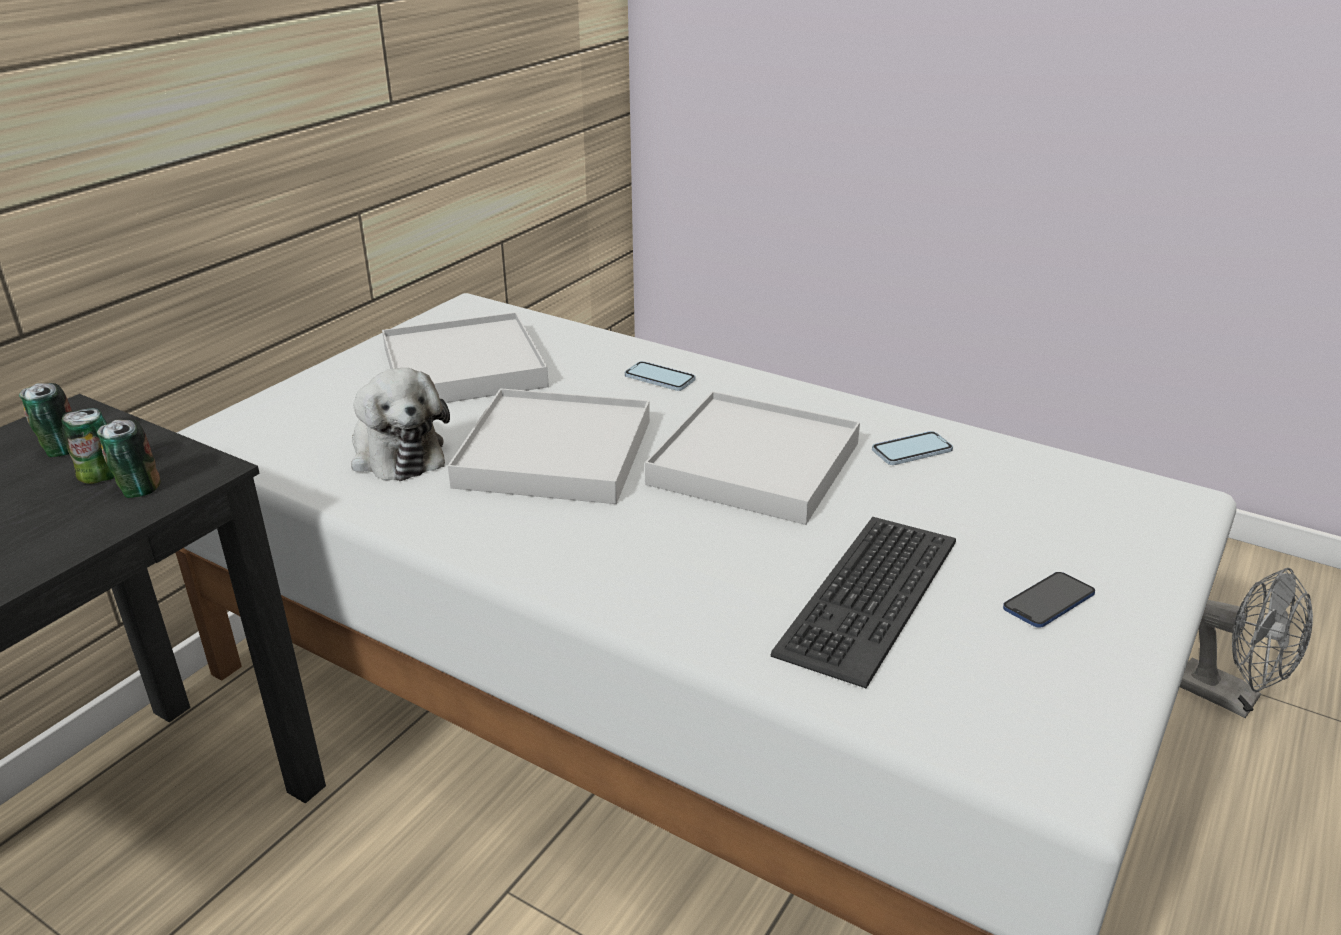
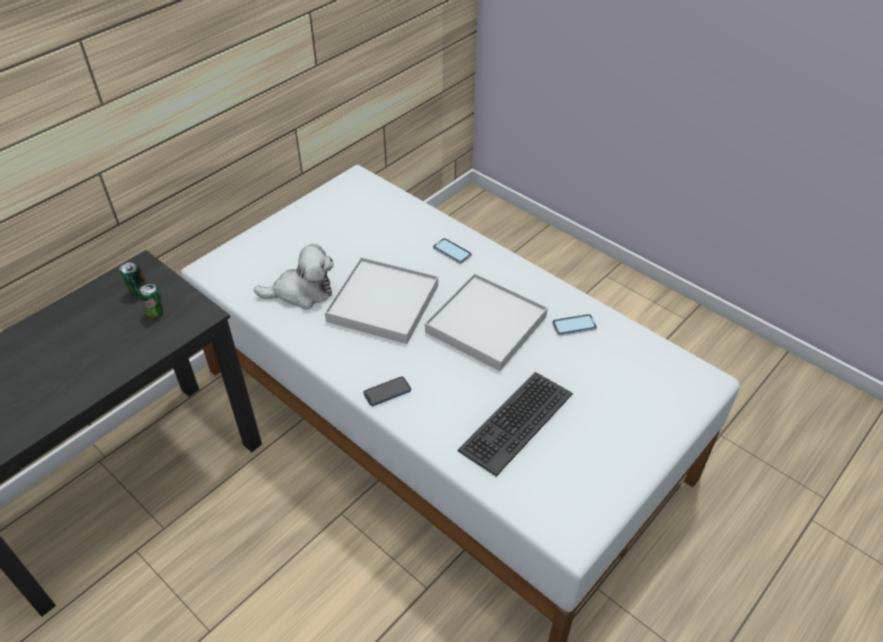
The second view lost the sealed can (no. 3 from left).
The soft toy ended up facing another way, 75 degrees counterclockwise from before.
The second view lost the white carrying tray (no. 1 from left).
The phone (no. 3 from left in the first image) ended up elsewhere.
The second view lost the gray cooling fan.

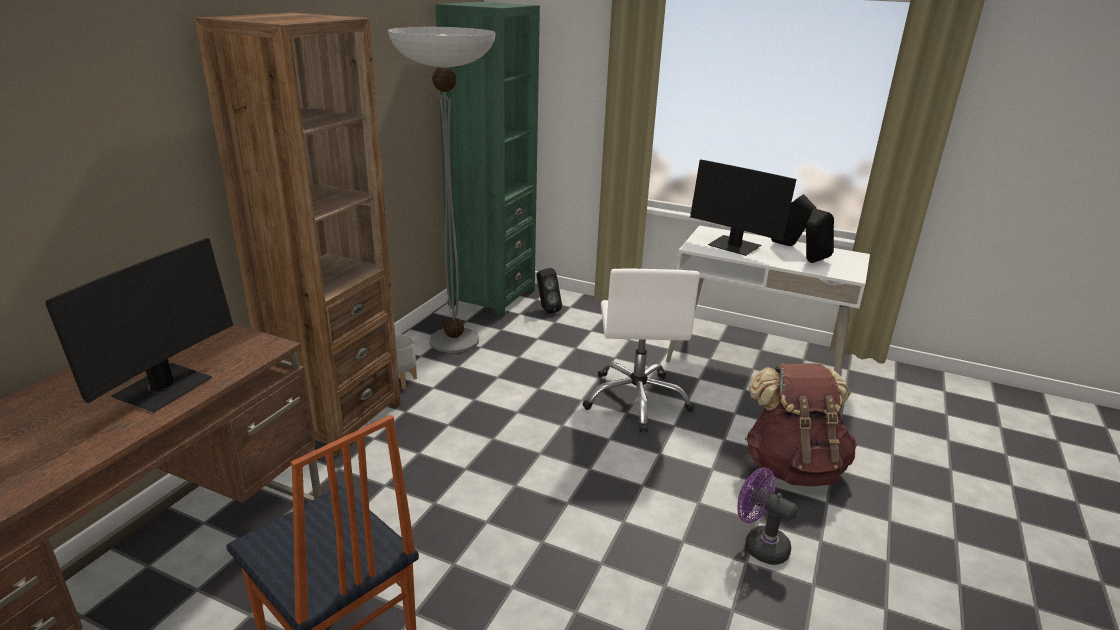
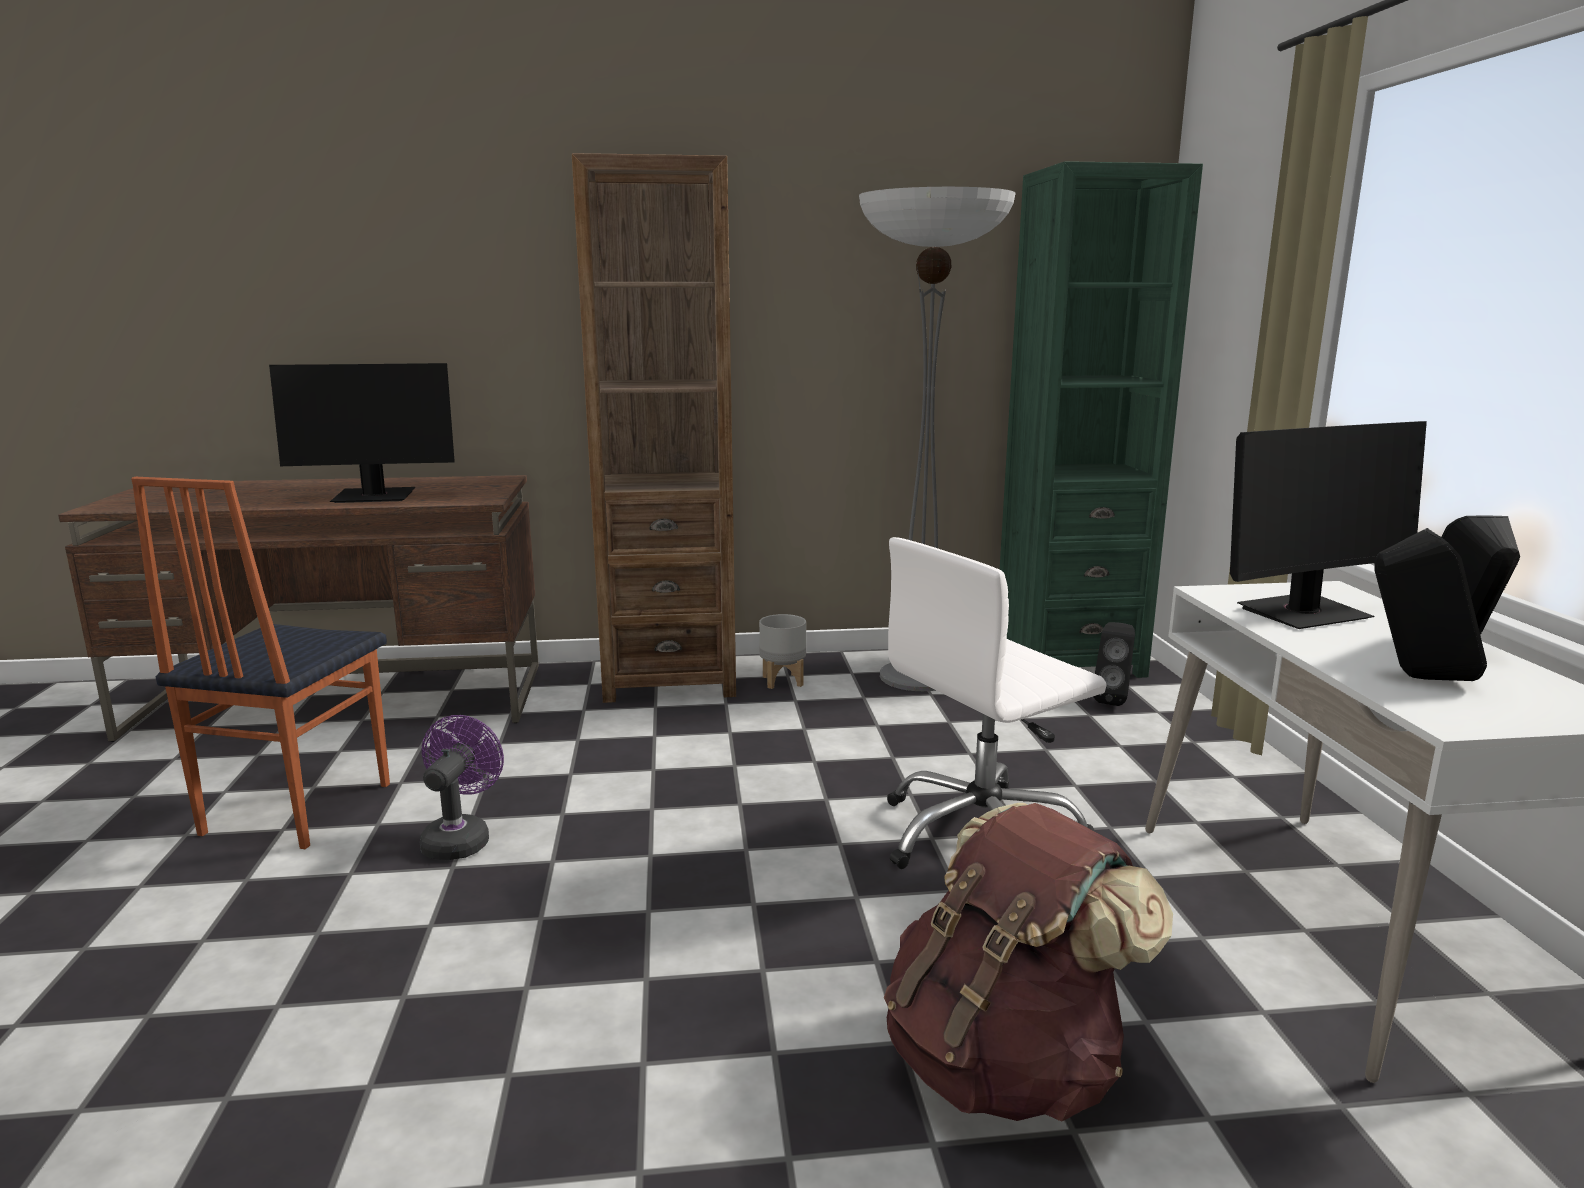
The computer display (no. 2 from left) ended up facing another way, 120 degrees counterclockwise from before.
The purple-coloured cooling fan ended up elsewhere.

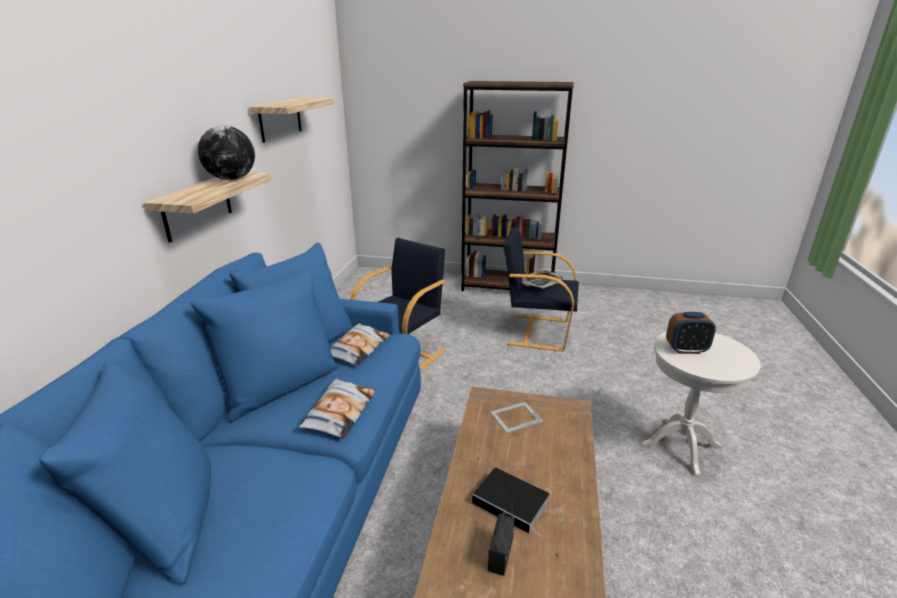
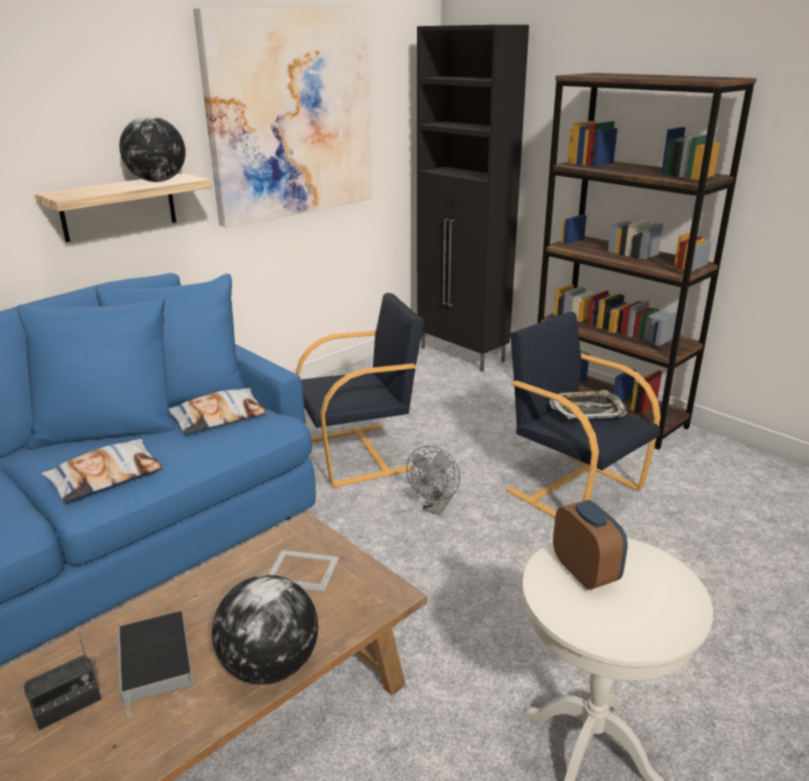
Where the wall shelf (no. 2 from left) hung, the wall picture came to hang.
The bedside clock ended up facing another way, 150 degrees counterclockwise from before.
The second view gained the desk globe (no. 2 from left).
The second view gained the gray cooling fan.
The second view gained the blackish cupboard.

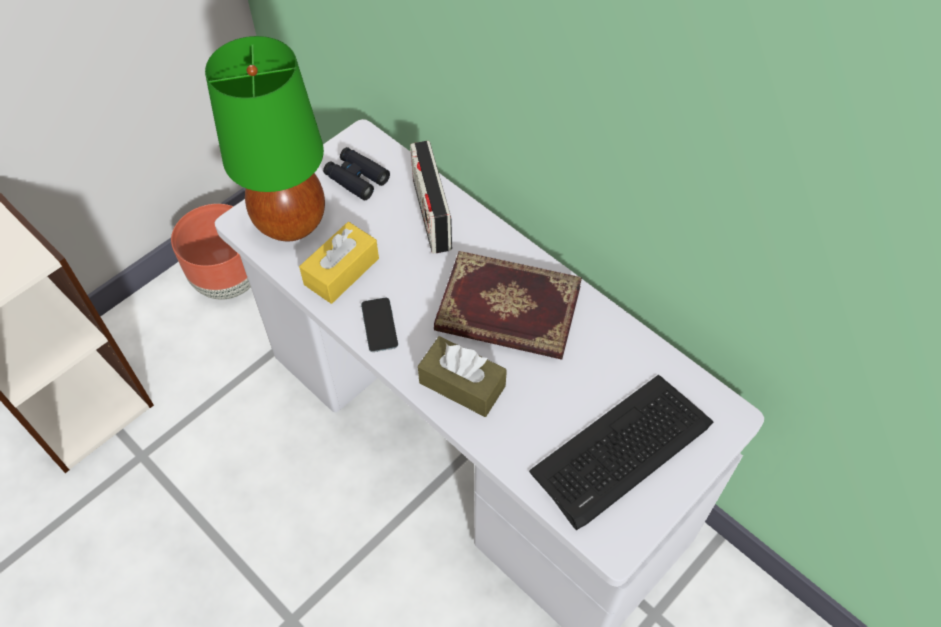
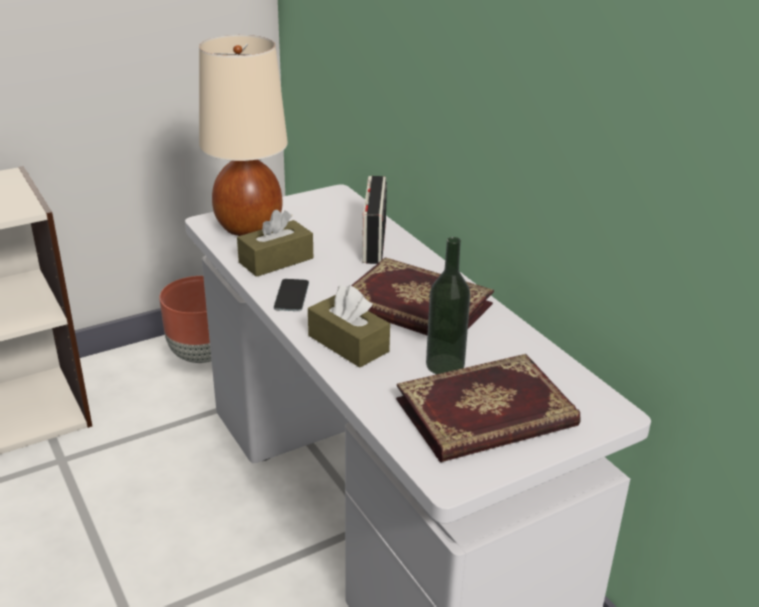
What was the greenish table lamp turned into the beige table lamp.
What was the yellowish tissue box turned into the brownish tissue box (no. 1 from left).
The second view lost the blackish binoculars.
Where the computer keyboard stood, the bound book (no. 2 from left) came to stand.
The second view gained the drink bottle.

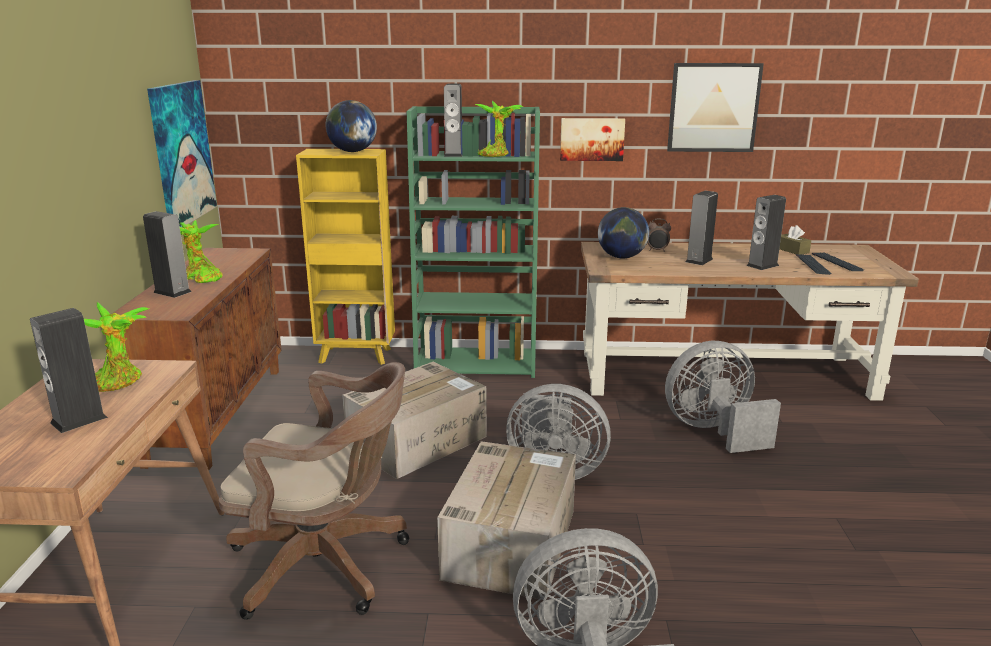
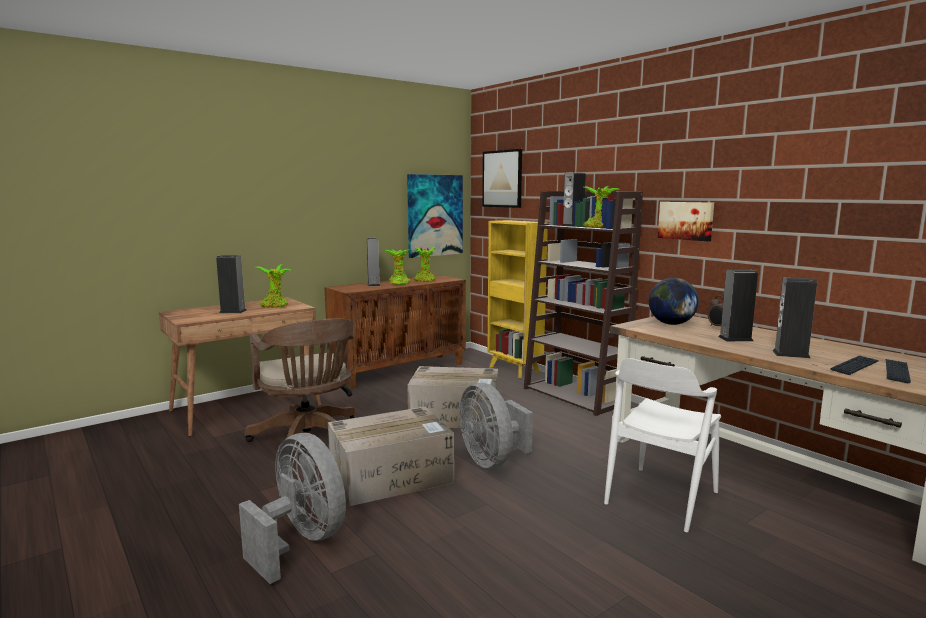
The second view lost the desk globe (no. 1 from left).
What was the greenish bookshelf turned into the brownish bookshelf.
Where the gray cooling fan (no. 3 from left) stood, the white plain chair came to stand.
The wall picture (no. 3 from left in the first image) ended up elsewhere.
The second view lost the brownish tissue box.
The second view gained the potted plant (no. 3 from left).

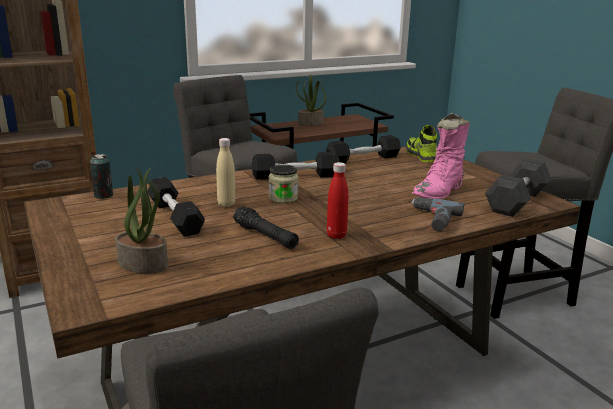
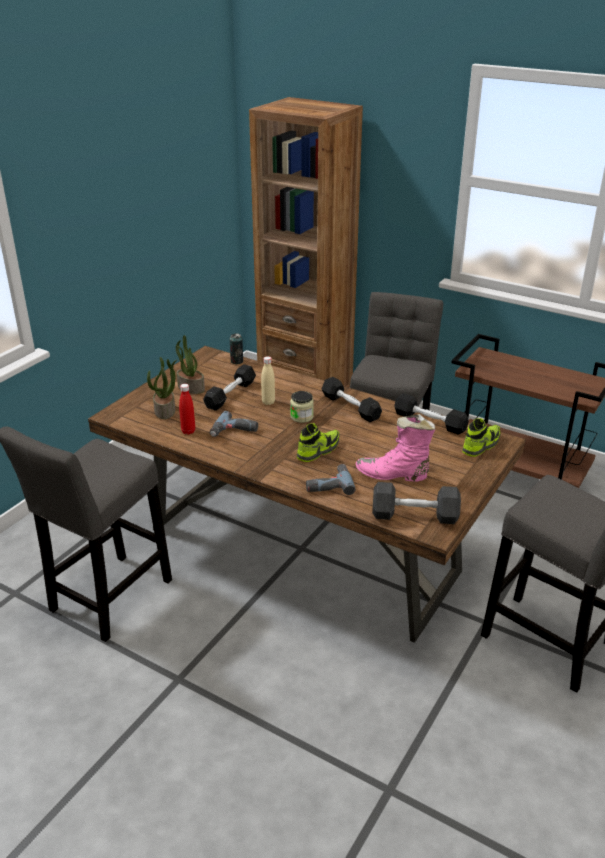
Where the blackish torch stood, the electric drill (no. 1 from left) came to stand.
The potted plant (no. 2 from left) ended up elsewhere.
The red drink bottle ended up elsewhere.
The second view gained the low shoe (no. 1 from left).

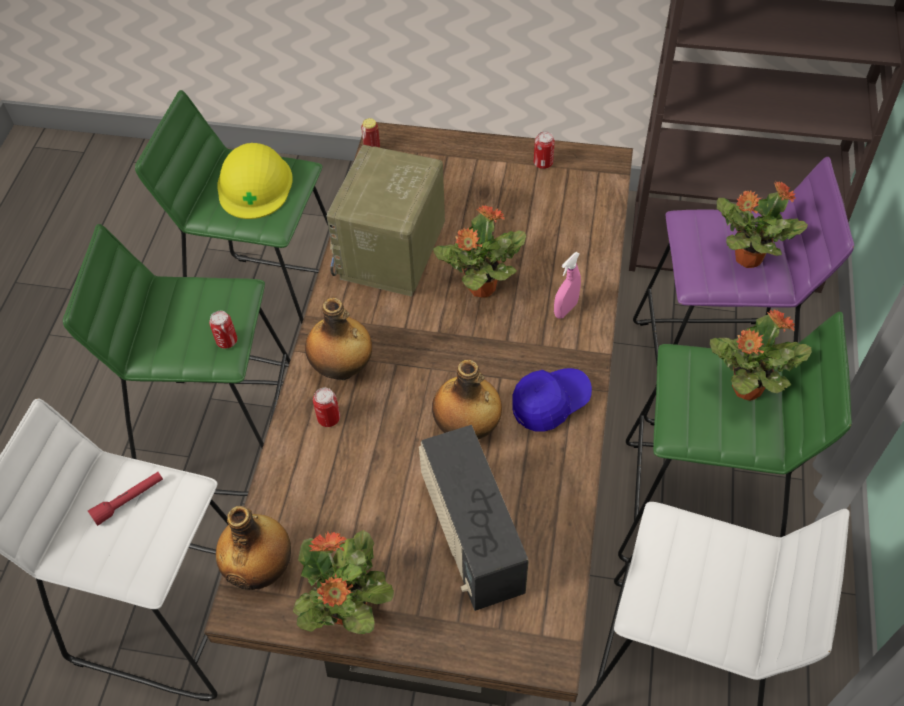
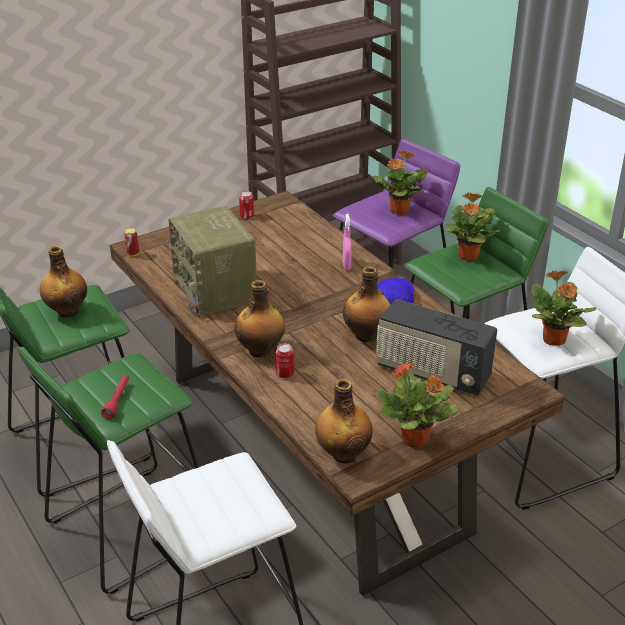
The red torch ended up elsewhere.
The second view lost the sealed can (no. 1 from left).
Where the yellowish work helmet stood, the drink bottle (no. 1 from left) came to stand.
The potted plant (no. 2 from left in the first image) ended up elsewhere.

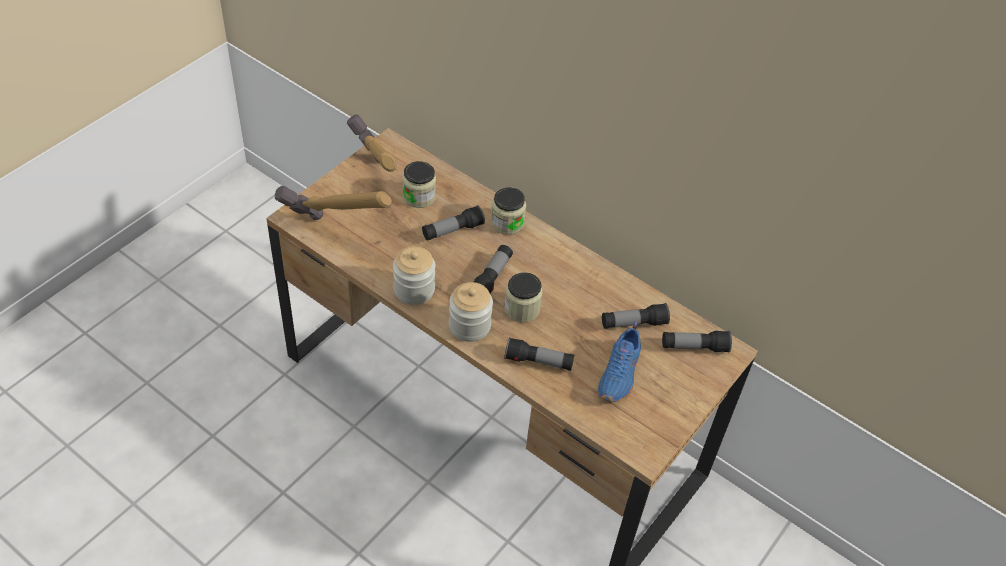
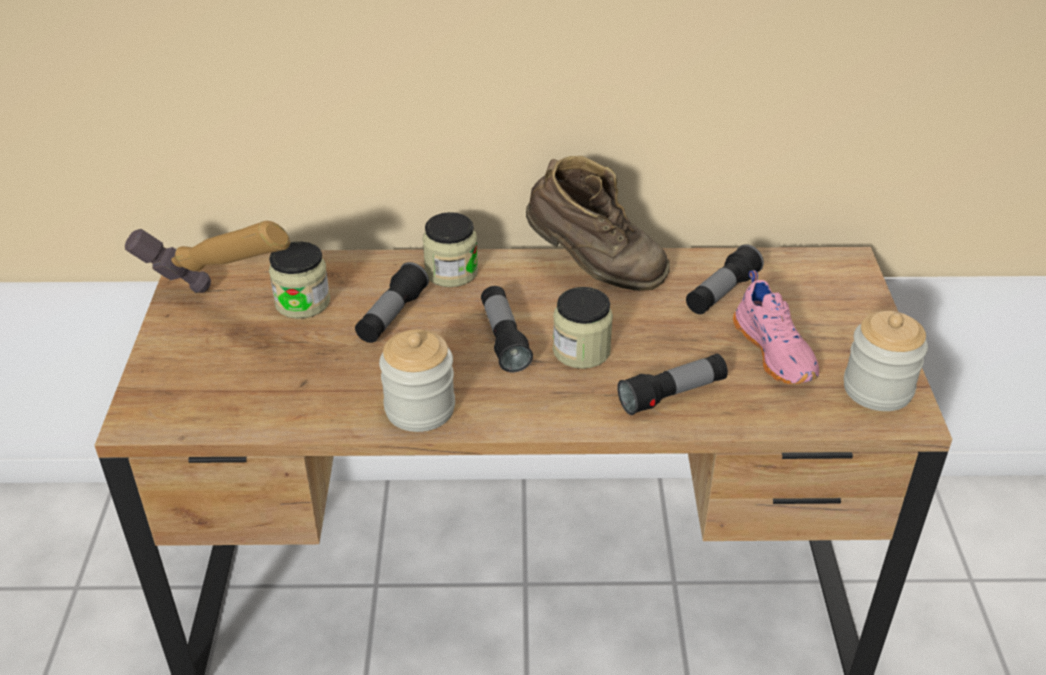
The second view lost the hand hammer (no. 1 from left).
The jar (no. 3 from left in the first image) ended up elsewhere.
What was the blue-coloured low shoe turned into the pink-coloured low shoe.
The second view lost the torch (no. 5 from left).
The second view gained the brownish tall boot.

